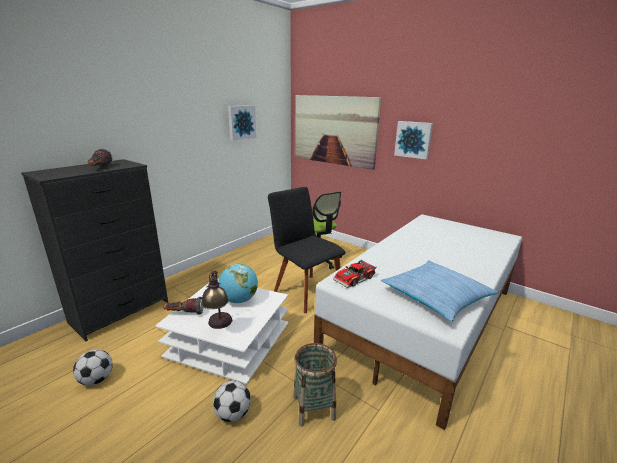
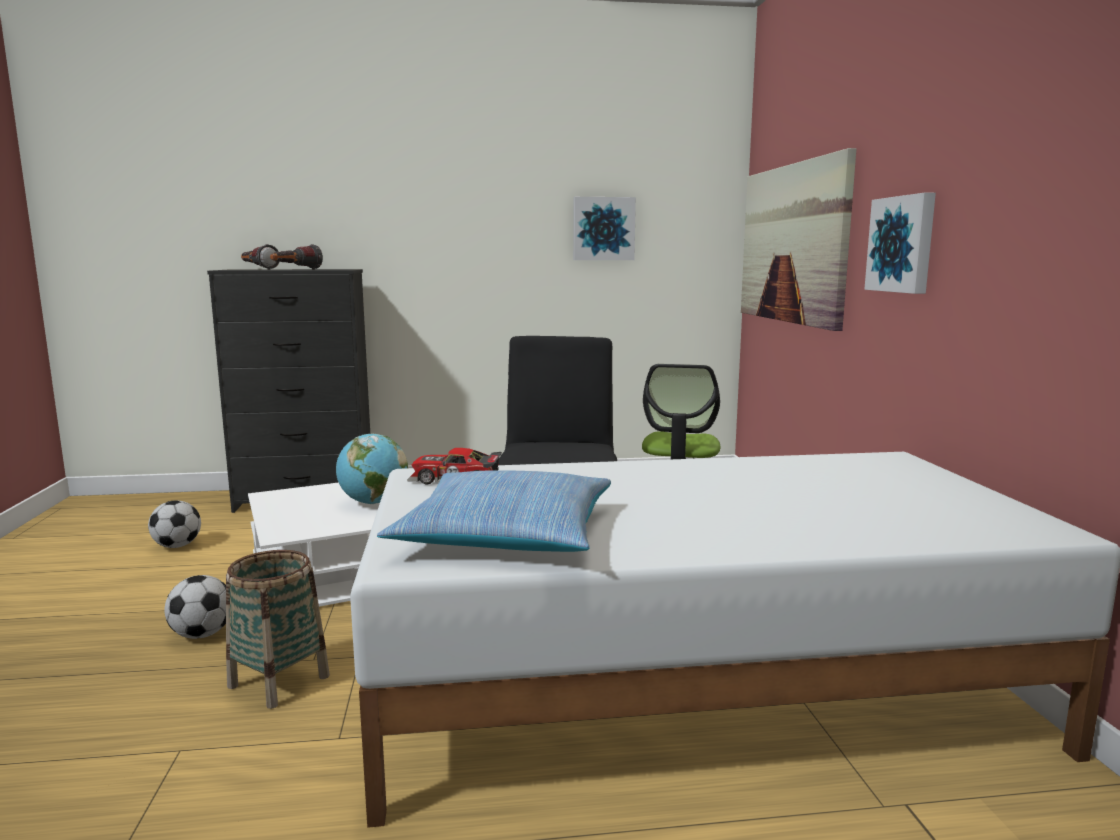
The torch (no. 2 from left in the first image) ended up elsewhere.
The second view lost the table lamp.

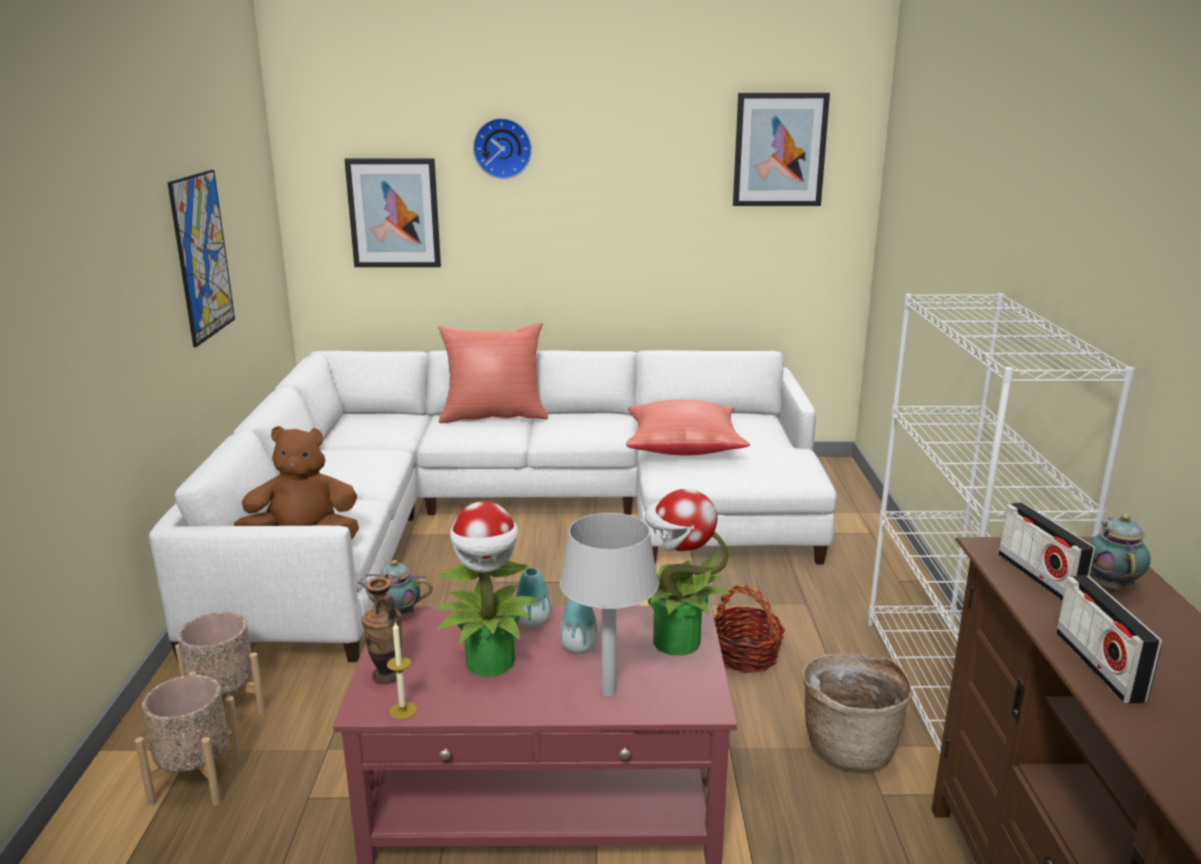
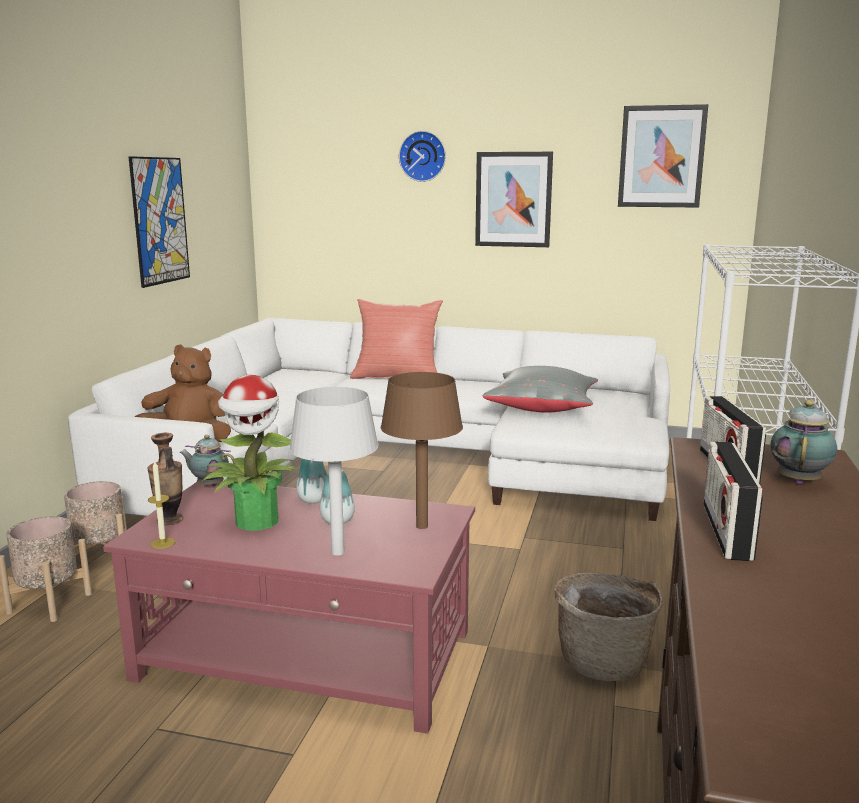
The wall picture (no. 2 from left) ended up elsewhere.
What was the red cushion (no. 2 from left) turned into the gray cushion.
Where the potted plant (no. 2 from left) stood, the brownish table lamp came to stand.
The second view lost the storage basket (no. 1 from left).

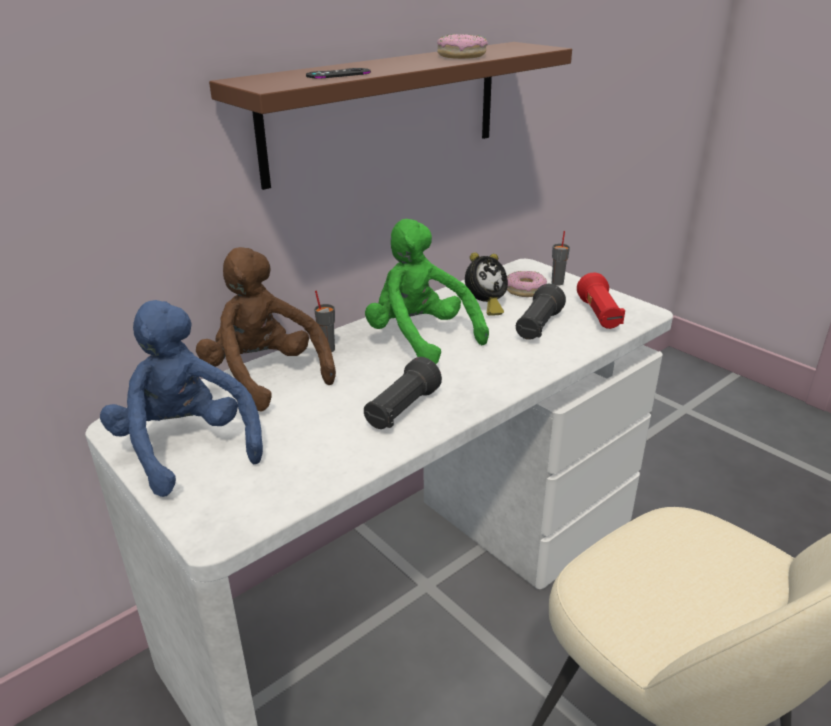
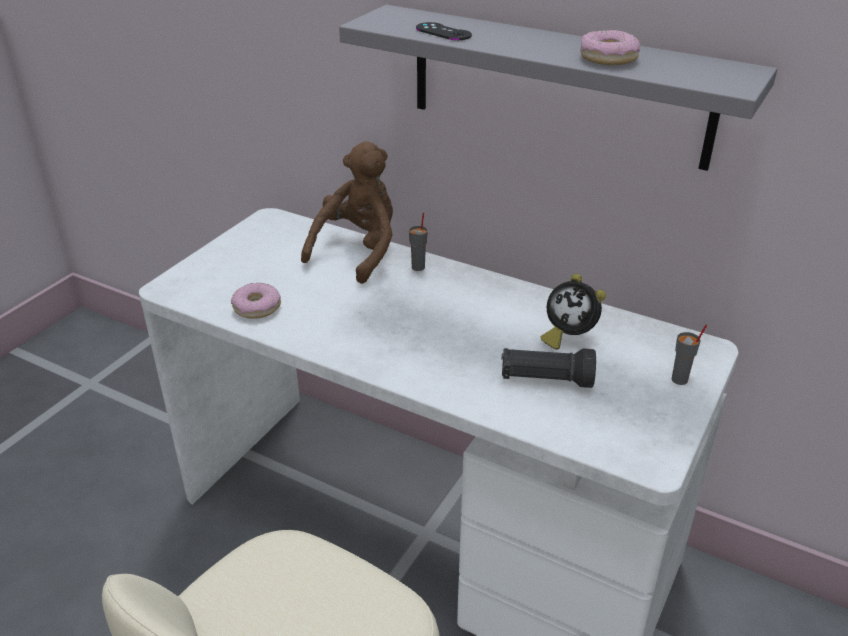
The second view lost the blue-coloured soft toy.
What was the brownish wall shelf turned into the gray wall shelf.
The second view lost the blackish torch (no. 1 from left).
The second view lost the greenish soft toy.
The donut (no. 2 from left in the first image) ended up elsewhere.
The second view lost the red torch.

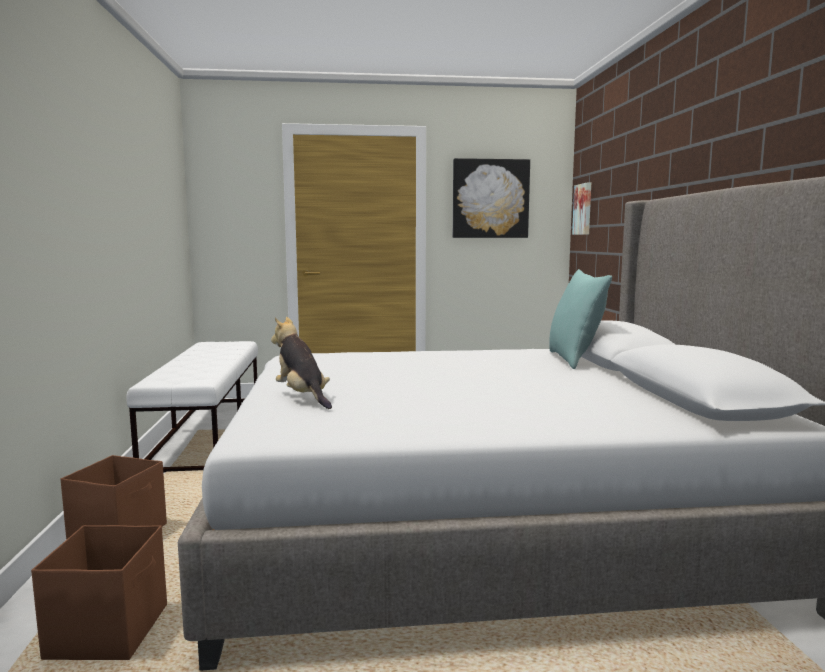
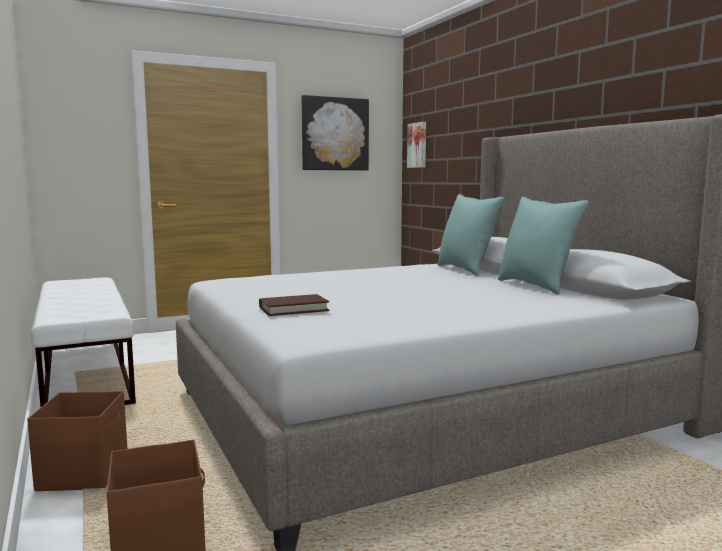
Where the soft toy stood, the brownish bound book came to stand.
The second view gained the blue-green cushion (no. 2 from left).

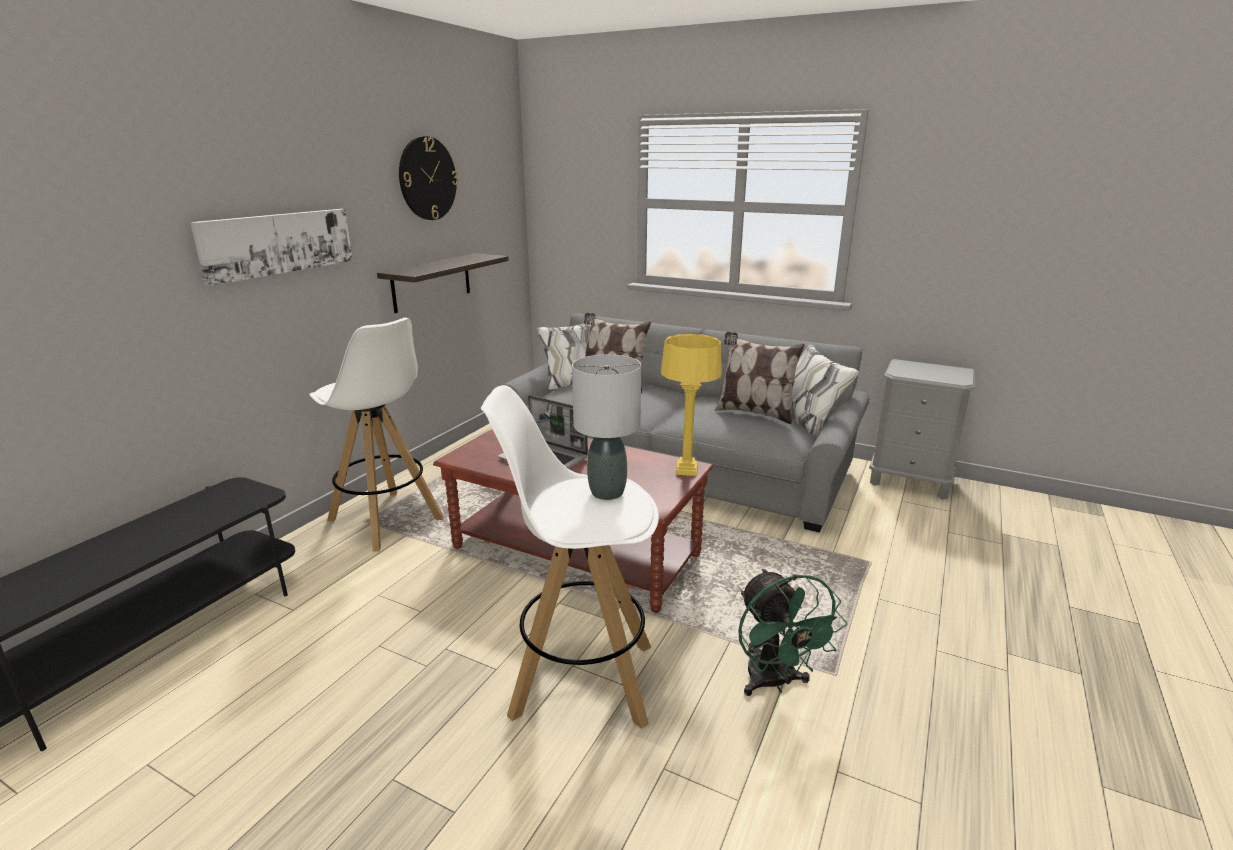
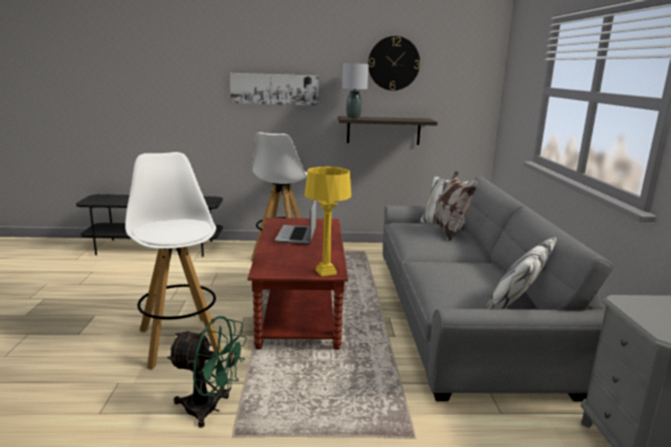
The gray table lamp ended up elsewhere.
The second view lost the cushion (no. 2 from left).
The greenish cooling fan ended up facing another way, 120 degrees counterclockwise from before.

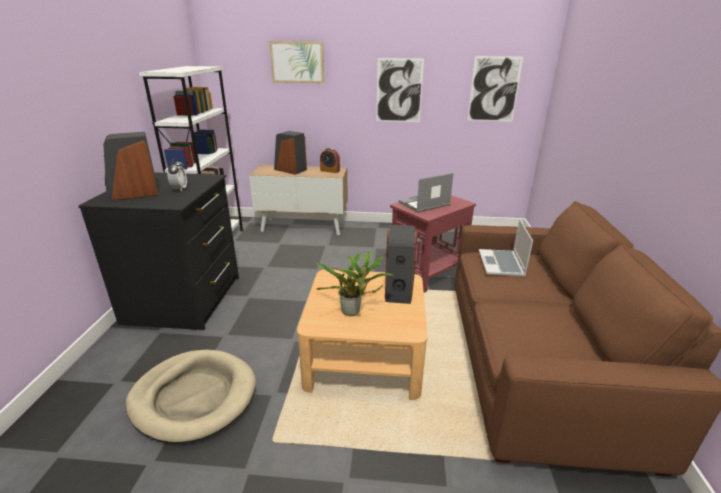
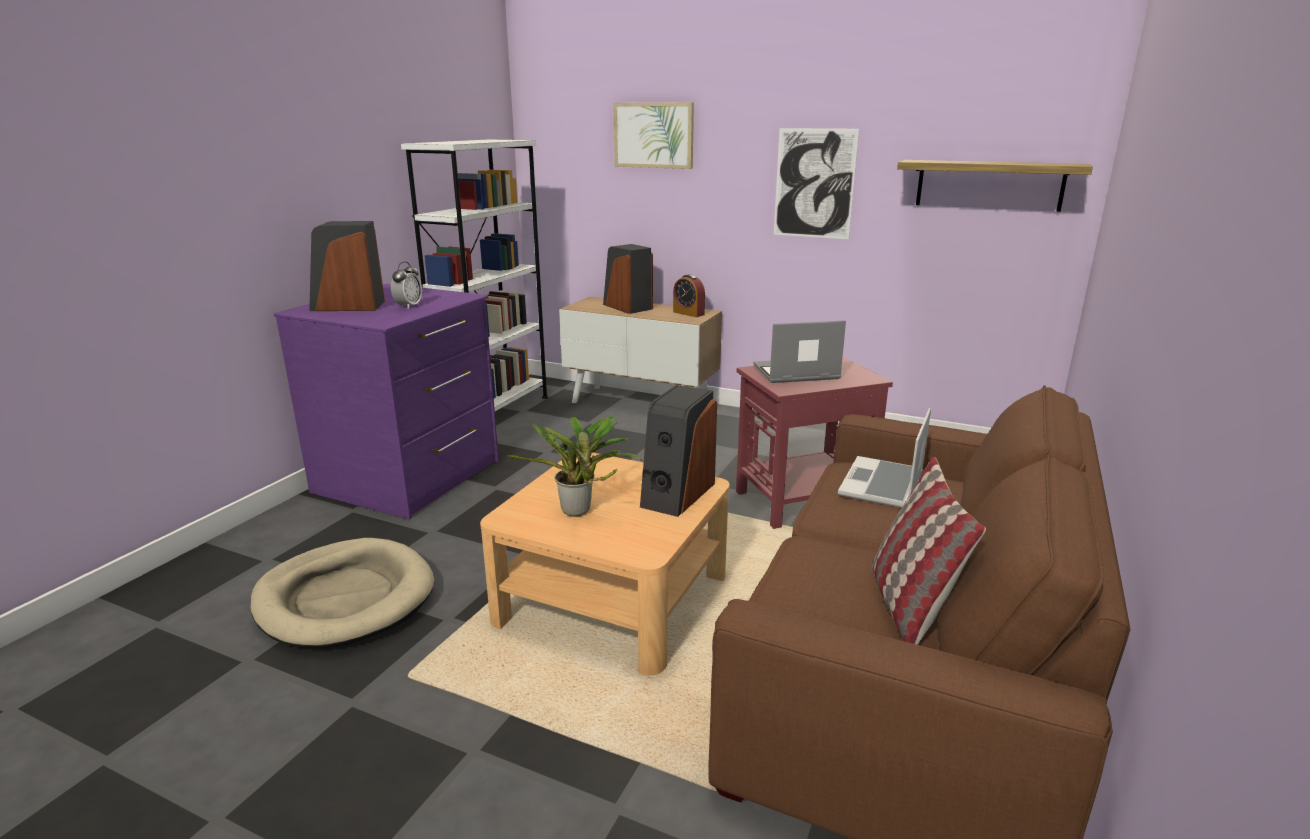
What was the blackish chest of drawers turned into the purple-coloured chest of drawers.
Where the wall picture (no. 3 from left) hung, the wall shelf came to hang.
The second view gained the cushion.

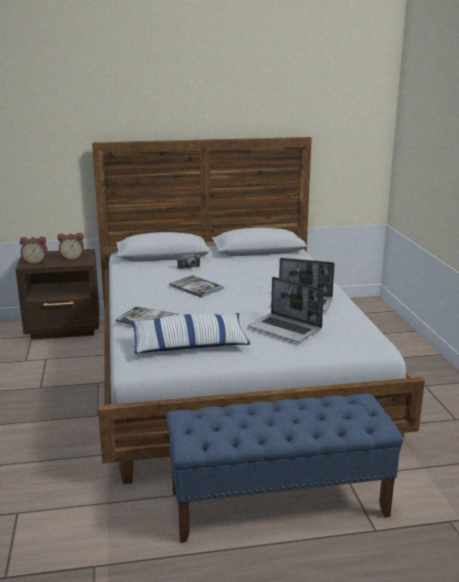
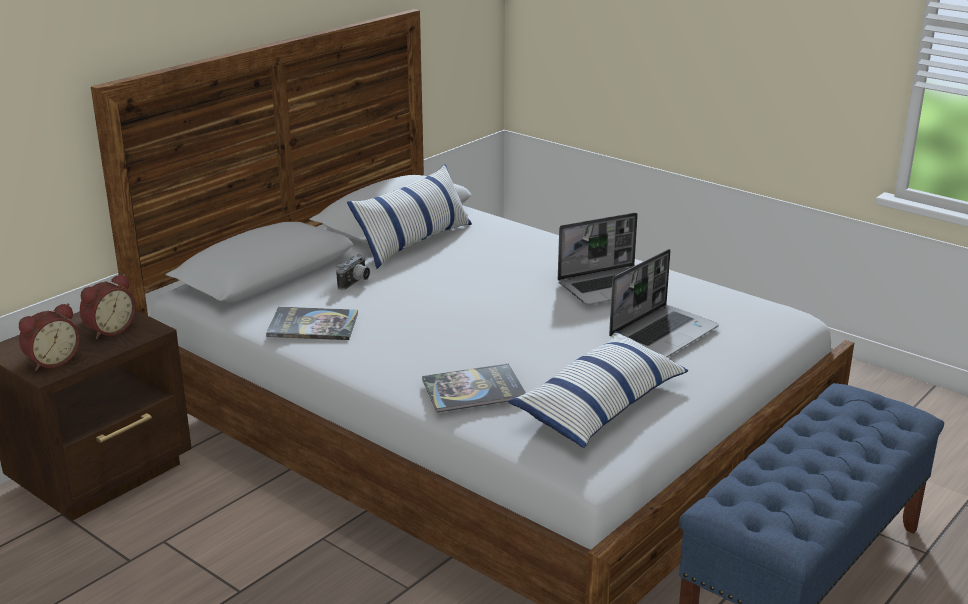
The bound book (no. 2 from left in the first image) ended up elsewhere.
The portable computer (no. 1 from left in the first image) ended up facing another way, 45 degrees counterclockwise from before.
The second view gained the cushion (no. 1 from left).

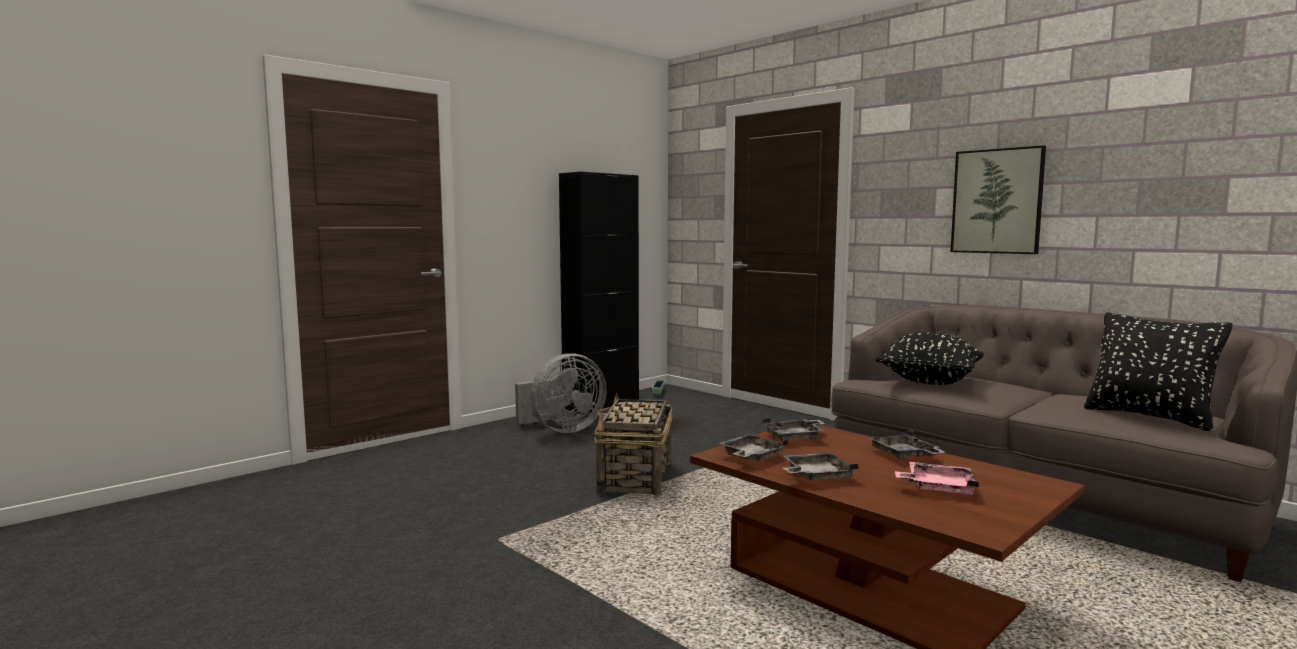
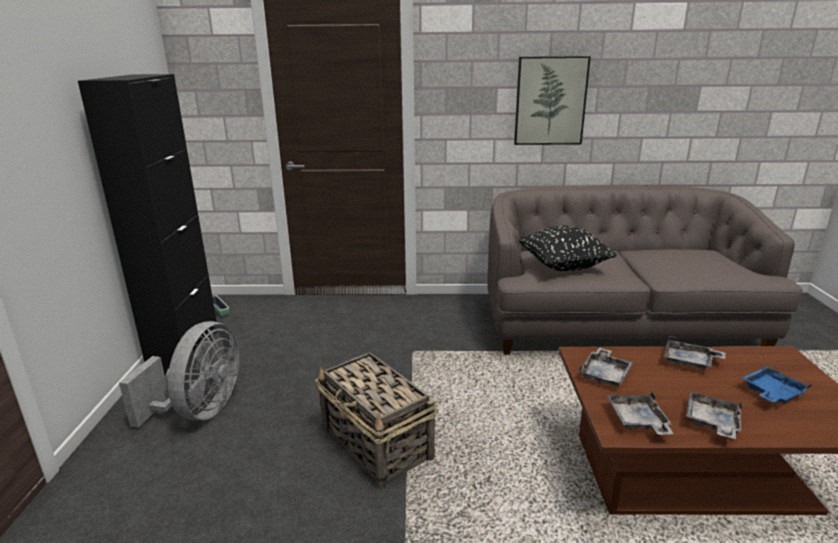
What was the pink-coloured carrying tray turned into the blue-coloured carrying tray.
The second view lost the blackish cushion (no. 2 from left).

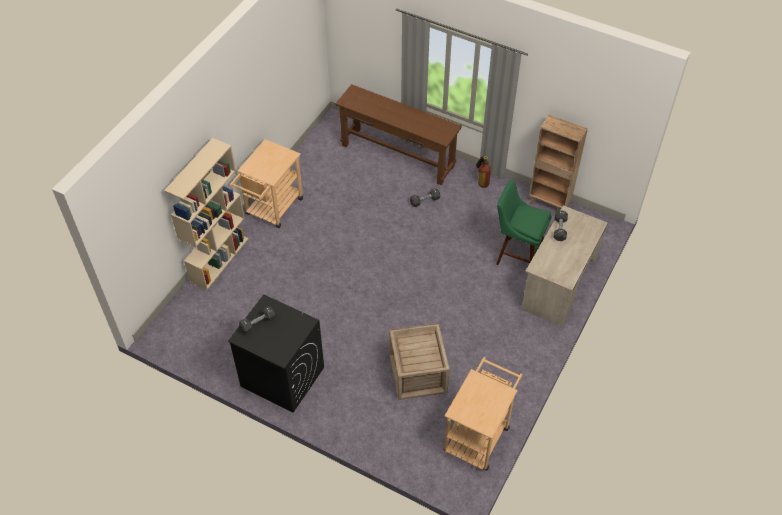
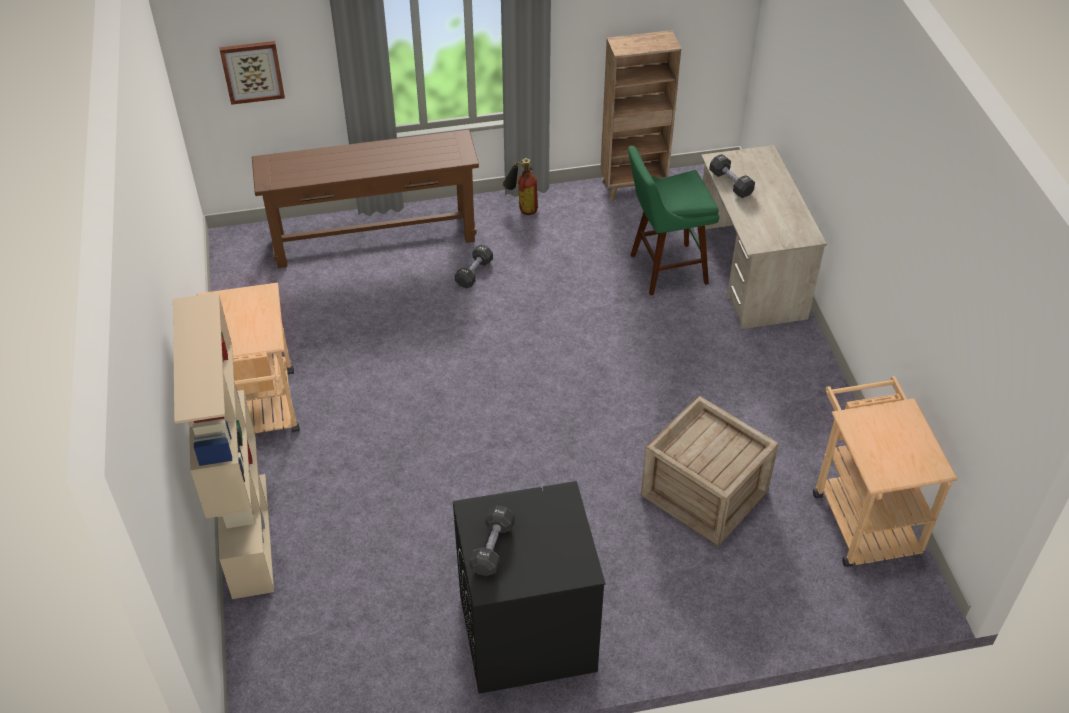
The second view gained the wall picture.

